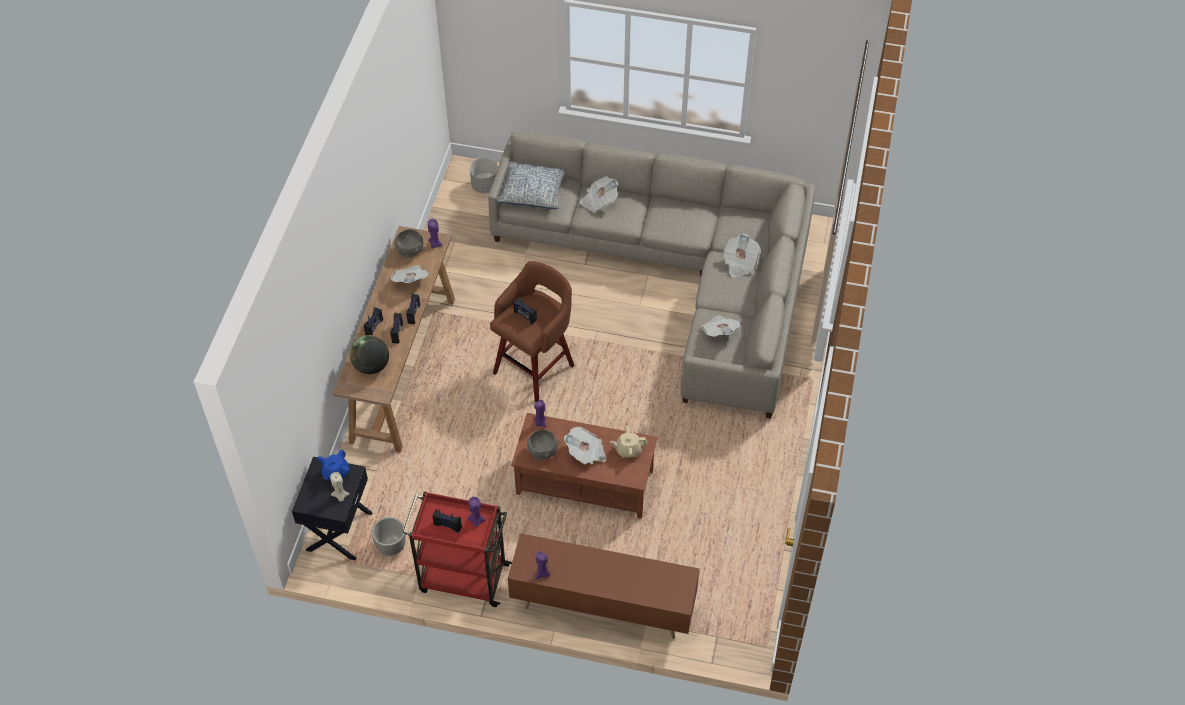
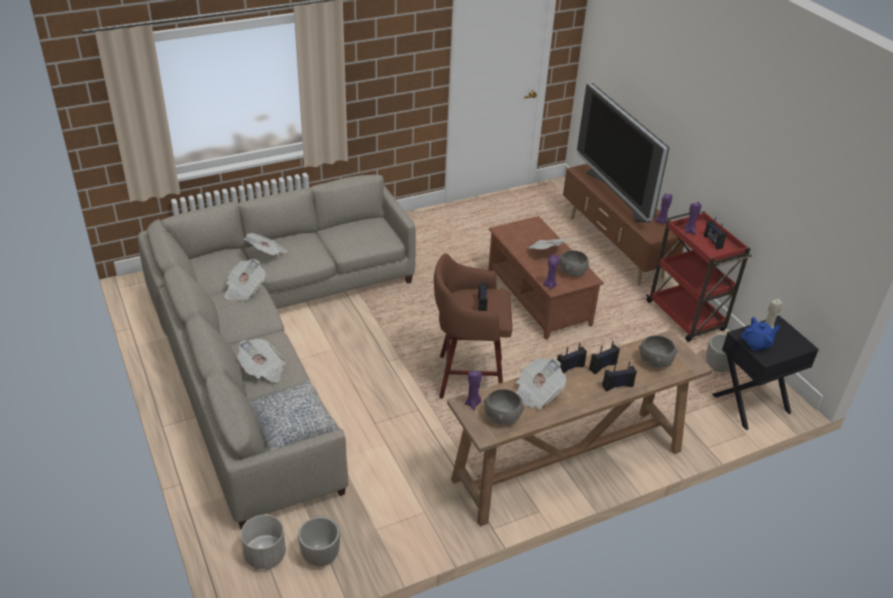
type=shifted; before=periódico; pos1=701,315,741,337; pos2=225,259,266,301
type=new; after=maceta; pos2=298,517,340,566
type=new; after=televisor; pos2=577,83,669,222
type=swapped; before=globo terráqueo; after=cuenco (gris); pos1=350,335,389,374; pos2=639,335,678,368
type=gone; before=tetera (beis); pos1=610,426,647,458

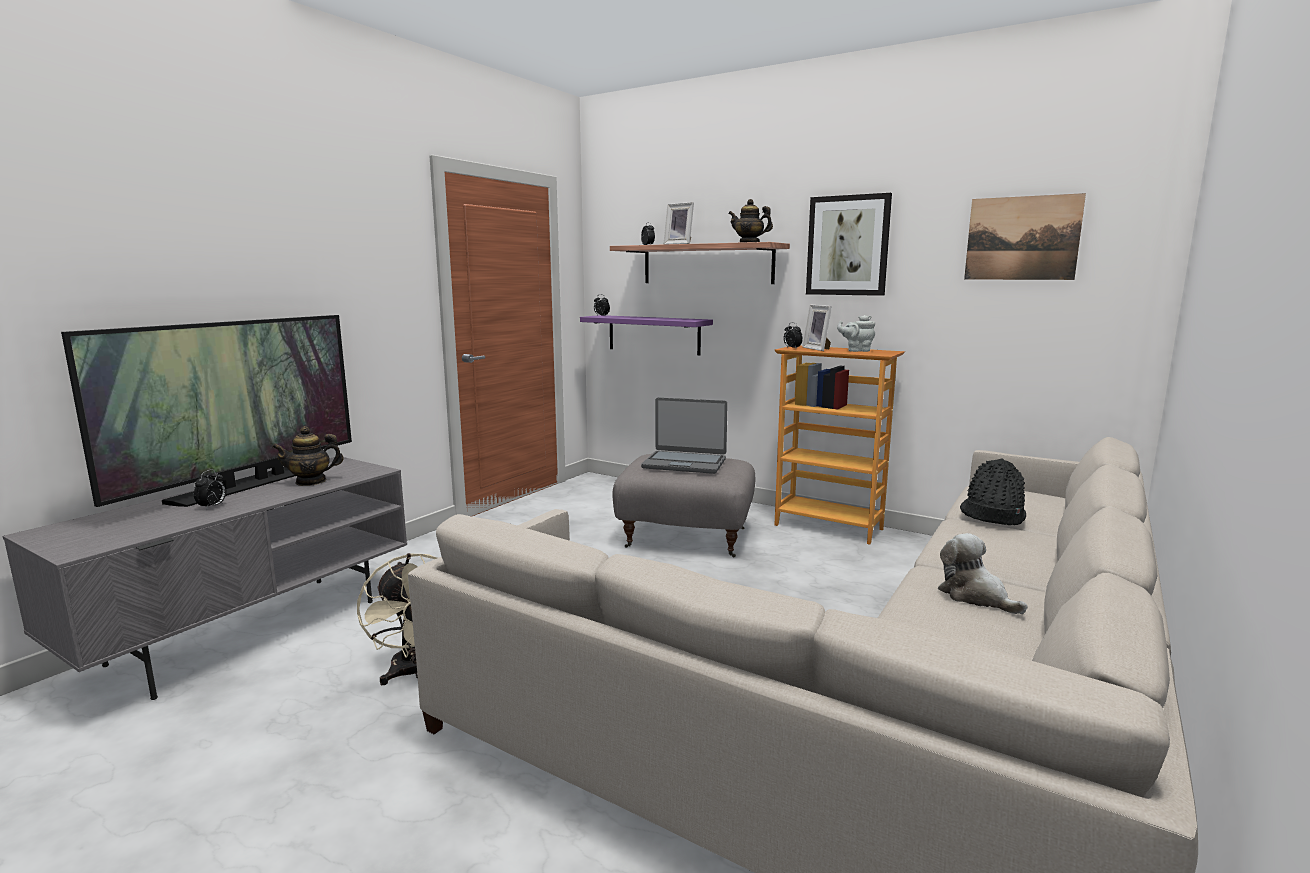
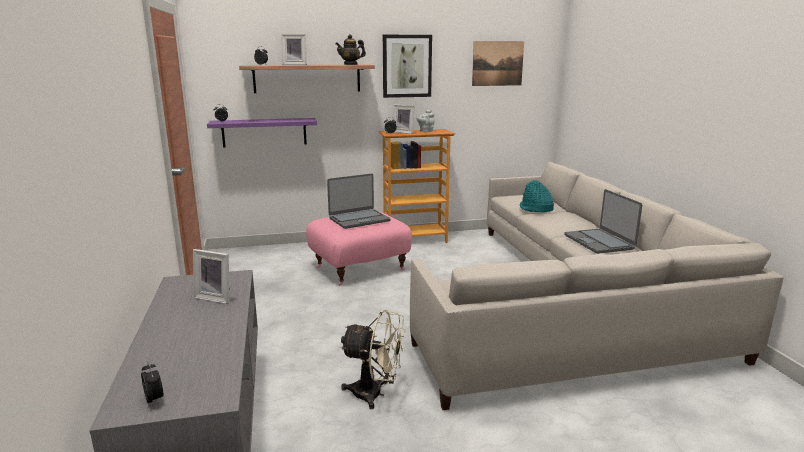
type=shifted; before=despertador; pos1=194,469,226,510; pos2=141,362,164,405
type=swapped; before=tetera; after=portarretratos; pos1=272,426,344,486; pos2=193,249,230,304
type=repainted; before=puf (gris); after=puf (rosa); pos1=612,454,755,557; pos2=306,211,412,286
type=repainted; before=sombrero (negro); after=sombrero (turquesa); pos1=960,458,1026,525; pos2=520,180,554,212
type=swapped; before=peluche; after=portátil; pos1=938,533,1028,614; pos2=564,189,642,254
type=gone; before=televisor; pos1=61,315,352,507

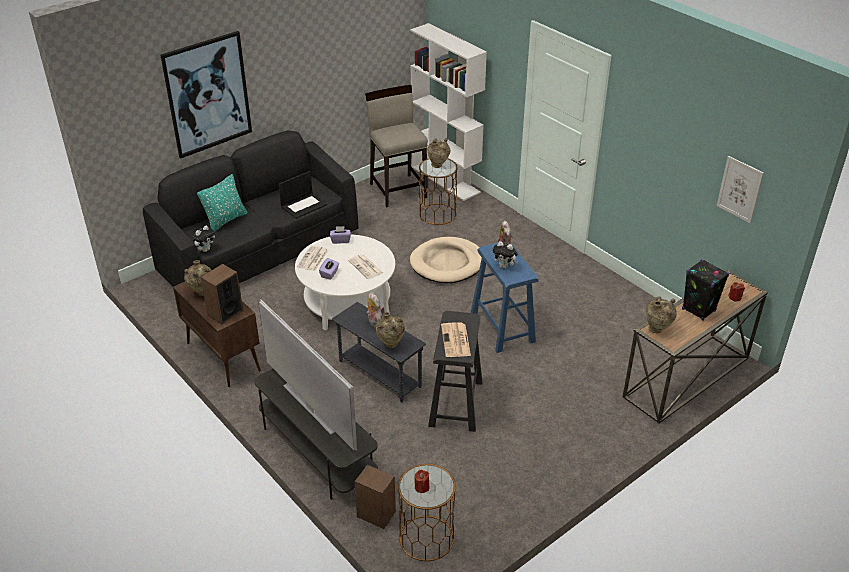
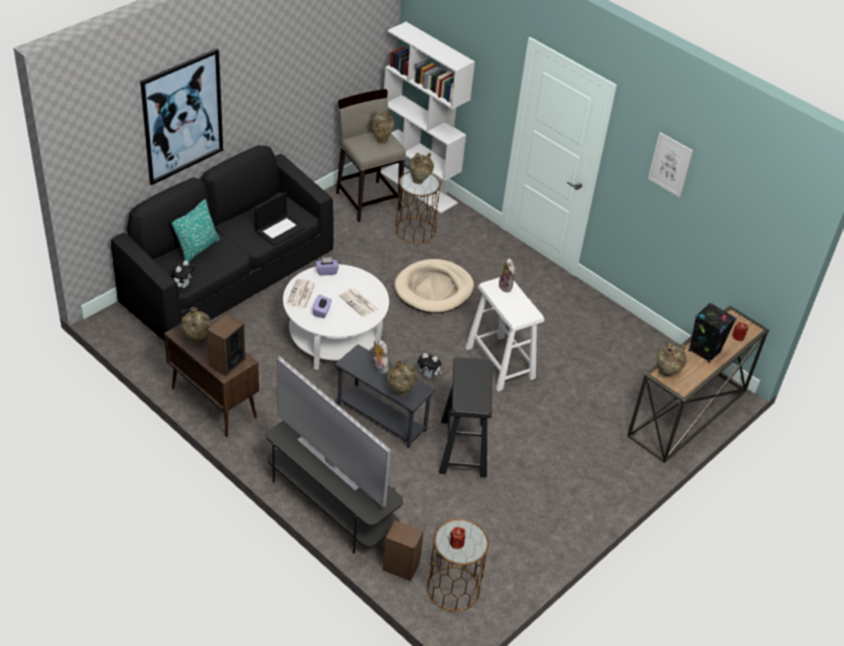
type=new; after=florero (beis); pos2=370,111,395,143
type=shifted; before=peluche; pos1=492,241,518,269; pos2=417,353,443,378
type=repainted; before=taburete (azul); after=taburete (blanco); pos1=471,243,539,353; pos2=465,277,544,391
type=shifted; before=cuadro; pos1=717,156,764,223; pos2=648,132,693,197
type=gone; before=periódico; pos1=441,322,471,357

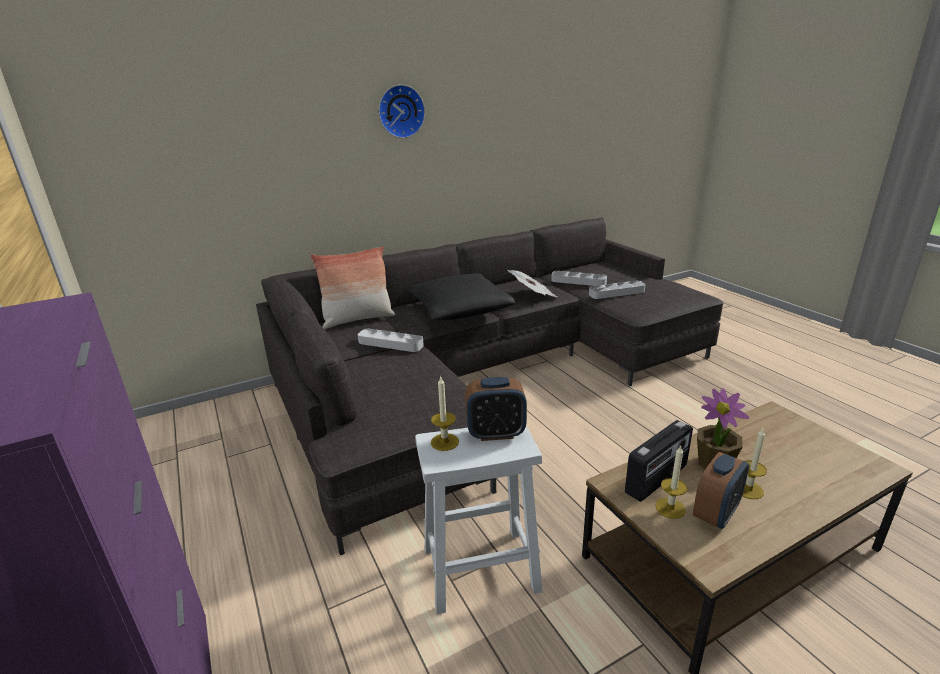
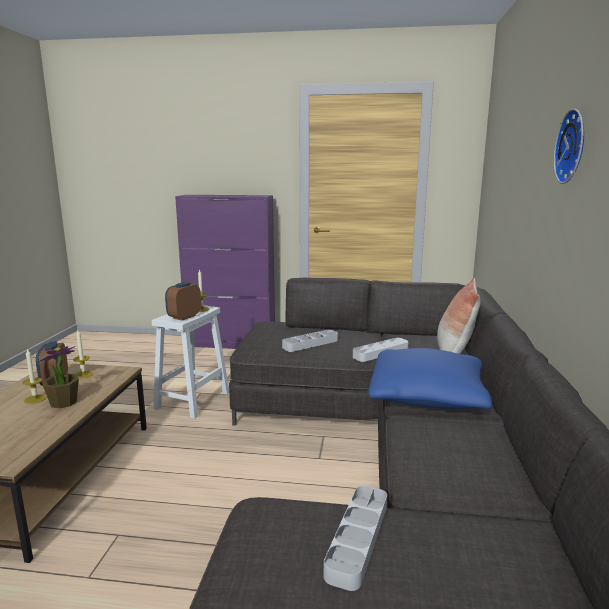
type=shifted; before=bandeja (gris); pos1=551,271,607,286; pos2=282,330,338,352
type=repainted; before=cojín (negro); after=cojín (azul); pos1=408,273,515,321; pos2=368,348,492,409
type=gone; before=periódico; pos1=507,270,557,297
type=gone; before=radio; pos1=625,420,693,502

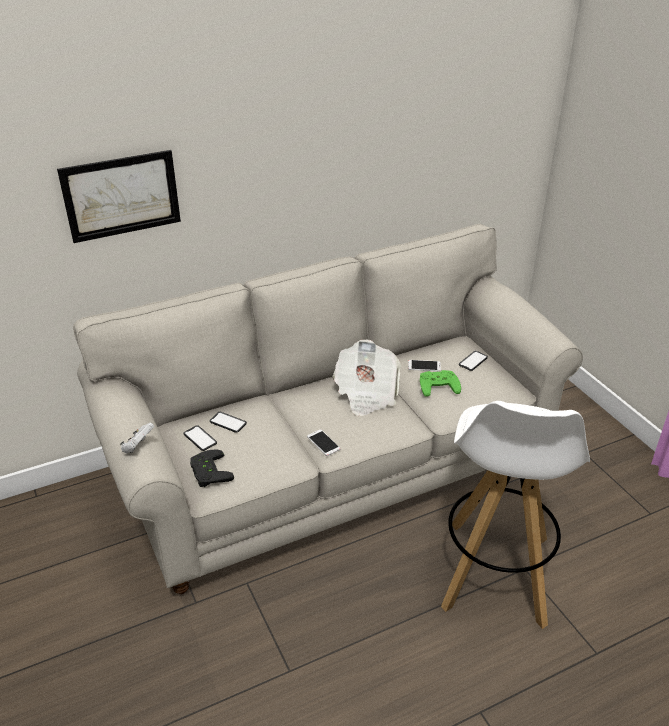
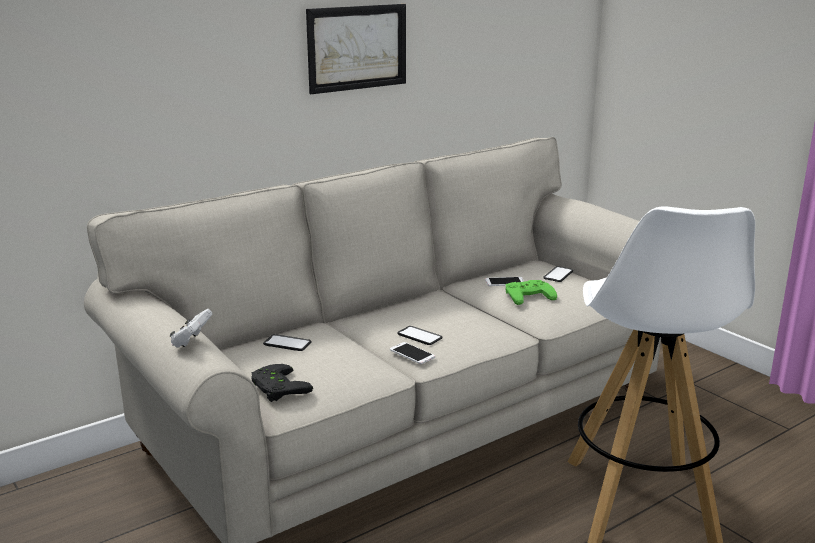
type=shifted; before=cuadro; pos1=57,150,181,243; pos2=306,4,406,94
type=shifted; before=móvil; pos1=184,425,217,451; pos2=397,326,442,345
type=gone; before=periódico; pos1=333,339,401,416

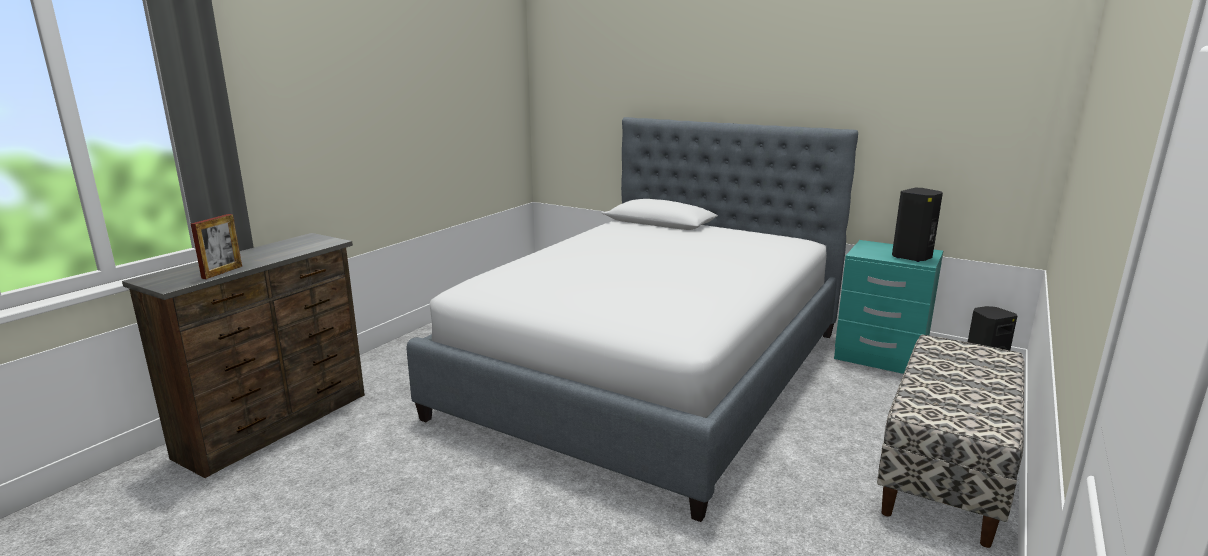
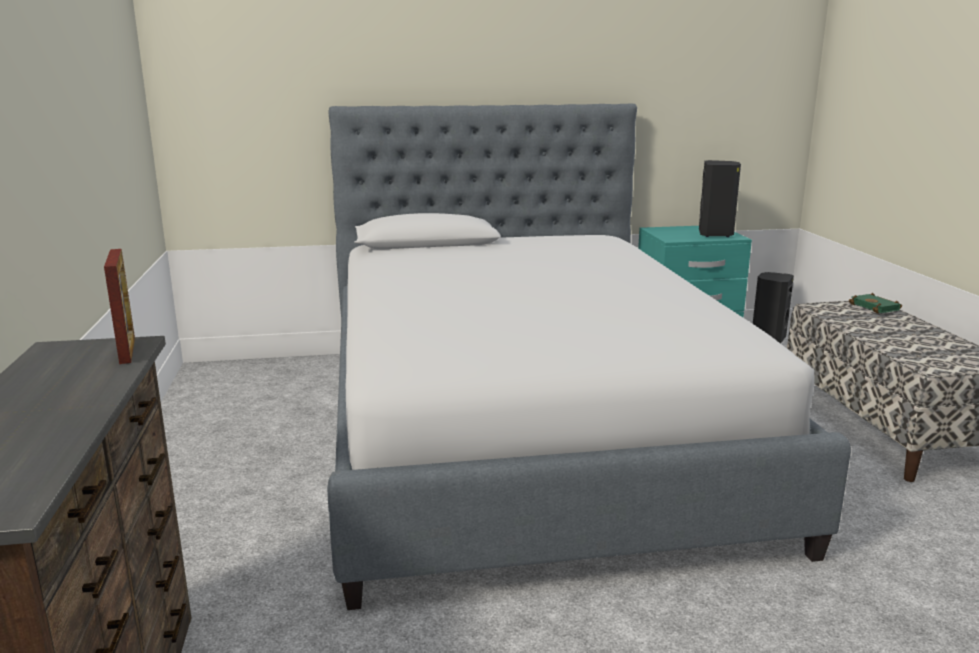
type=shifted; before=portarretratos; pos1=191,214,242,279; pos2=104,249,135,364
type=new; after=libro (verde); pos2=849,293,902,314

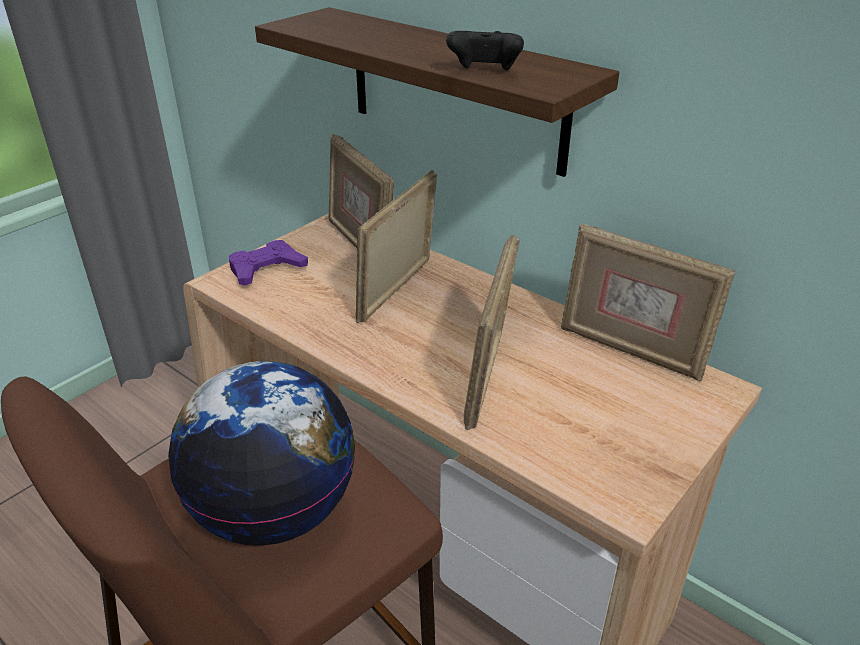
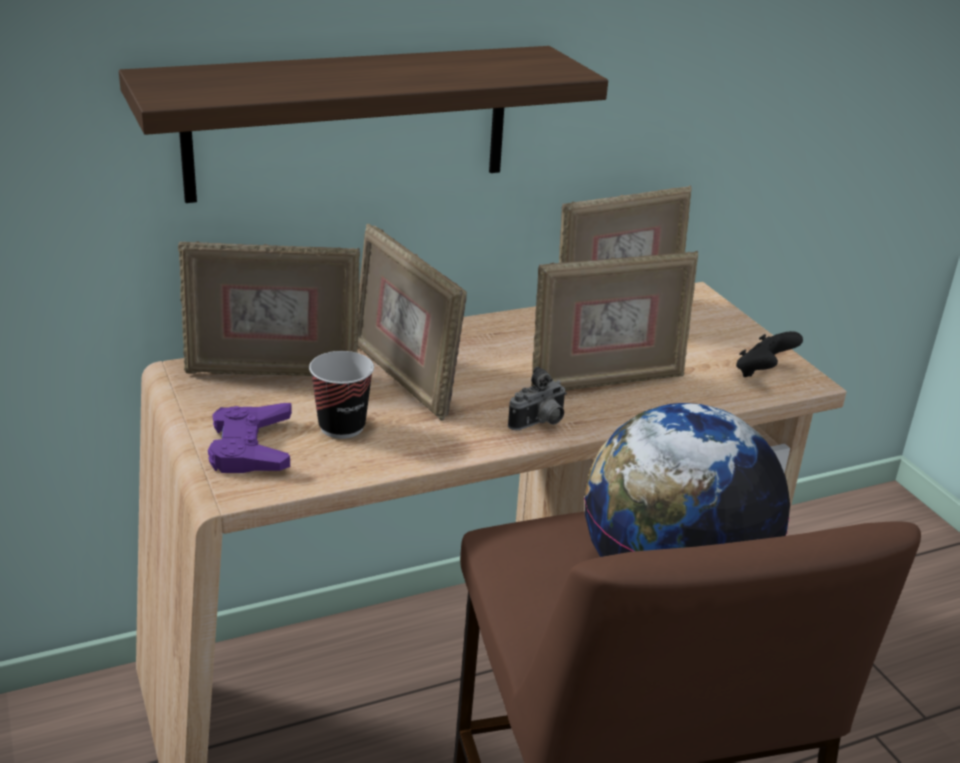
type=new; after=taza; pos2=309,351,374,439
type=new; after=cámara; pos2=508,366,566,430
type=rotated; before=portarretratos; pos1=464,235,520,430; pos2=531,251,698,391; turn=-60
type=shifted; before=mando de consola (negro); pos1=446,31,524,70; pos2=736,331,803,377

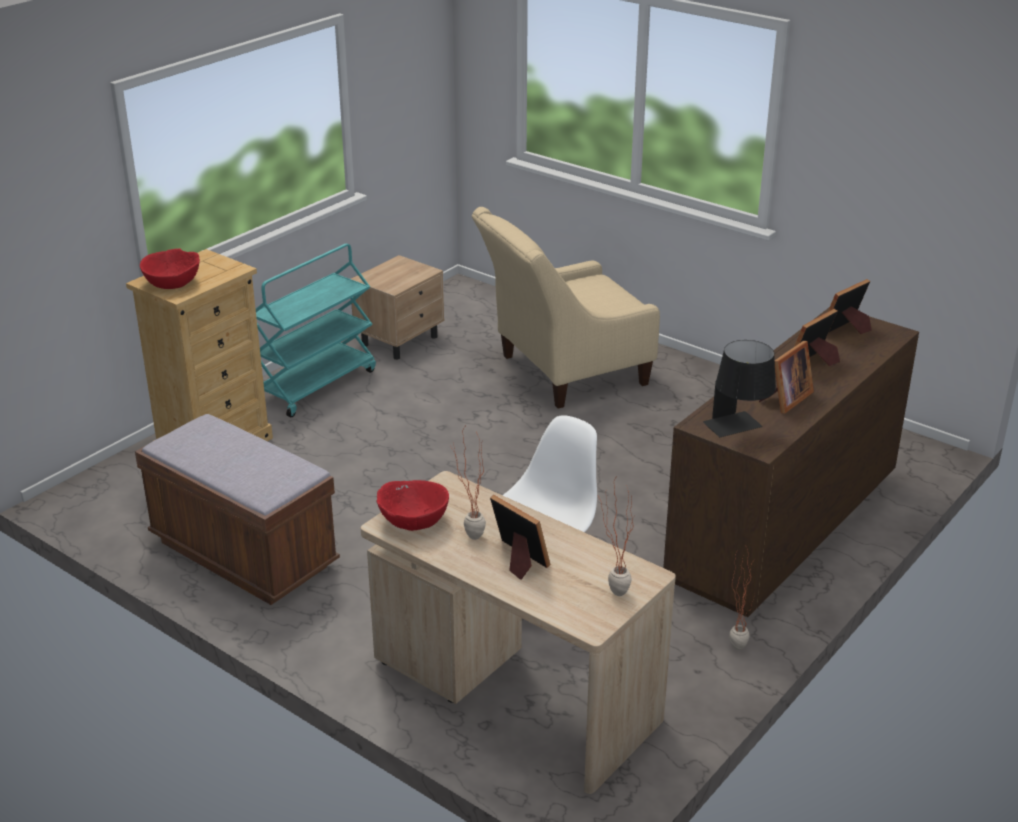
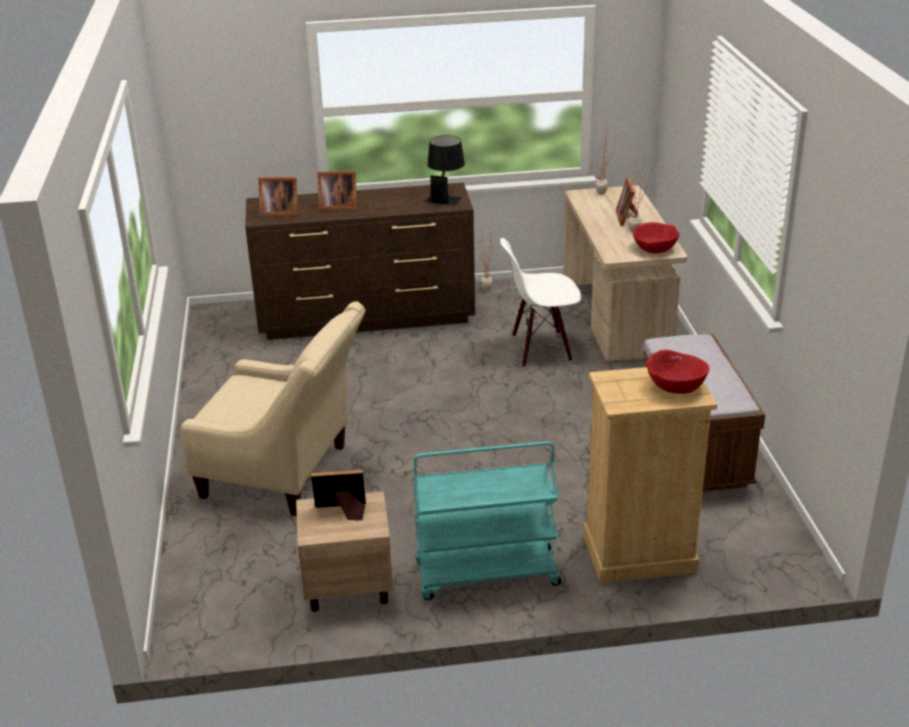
type=shifted; before=portarretratos; pos1=759,341,814,414; pos2=311,470,366,520

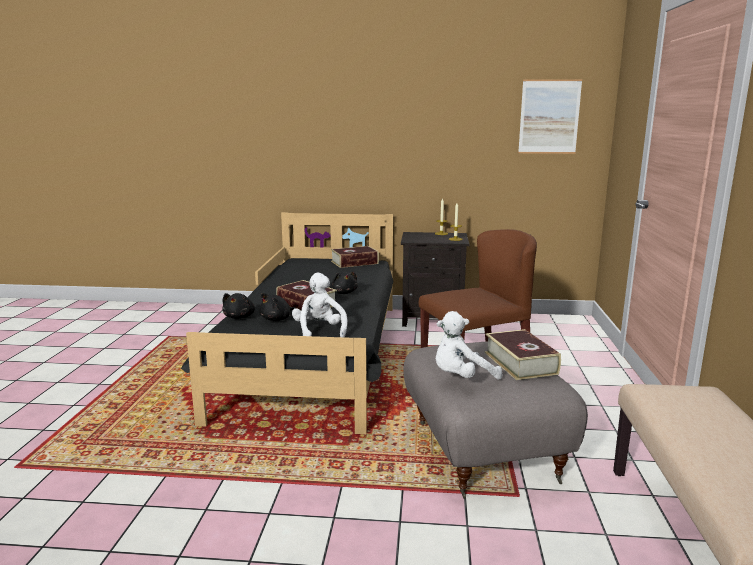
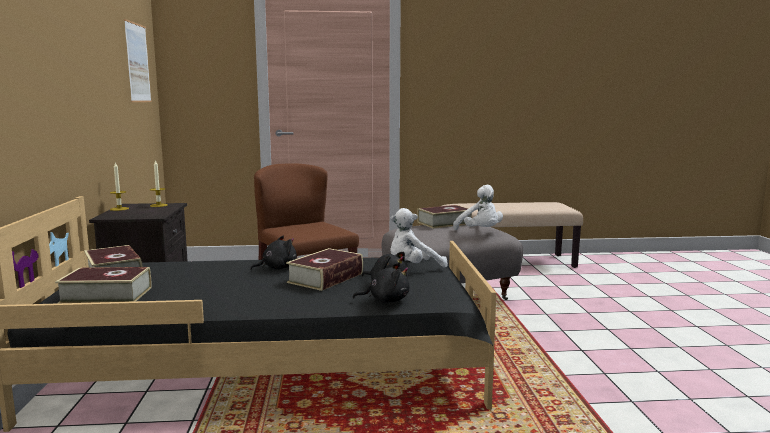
type=new; after=libro; pos2=55,267,152,303

